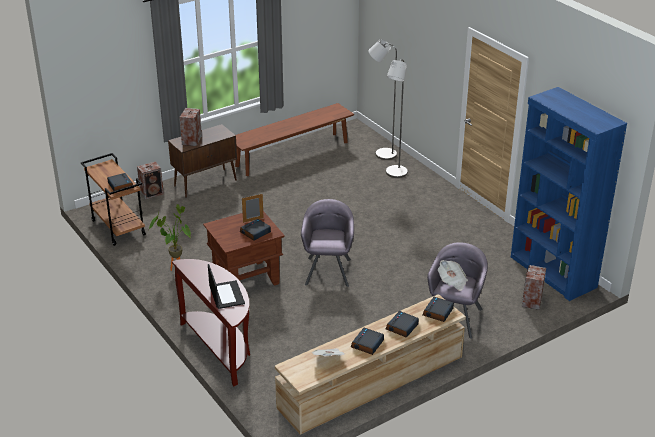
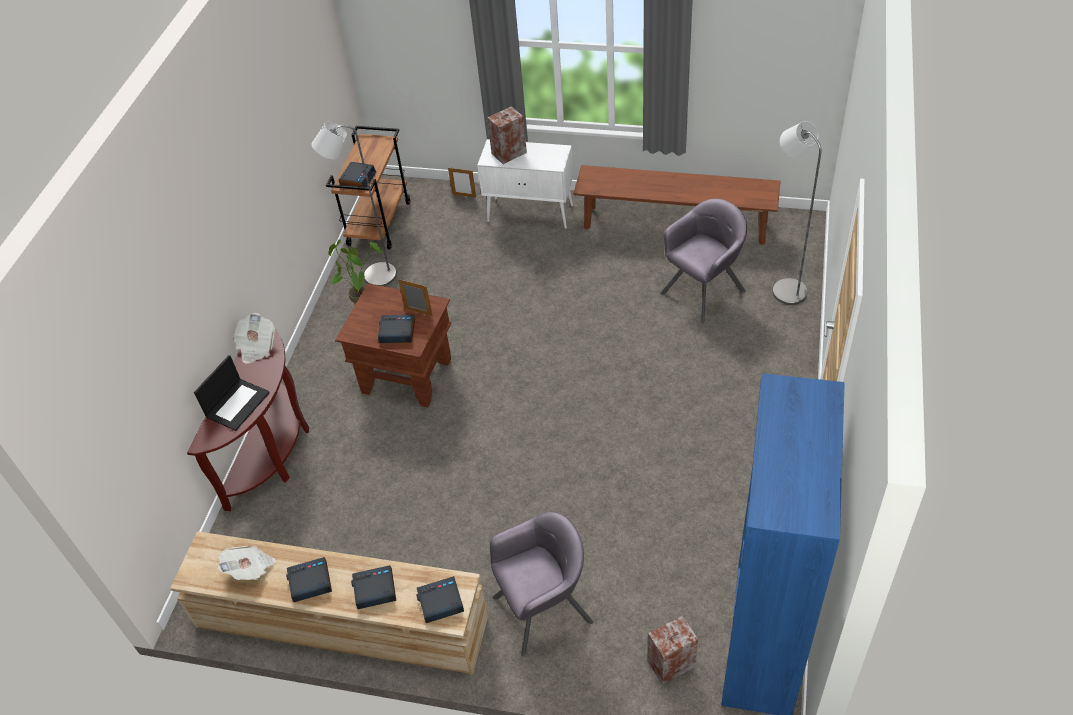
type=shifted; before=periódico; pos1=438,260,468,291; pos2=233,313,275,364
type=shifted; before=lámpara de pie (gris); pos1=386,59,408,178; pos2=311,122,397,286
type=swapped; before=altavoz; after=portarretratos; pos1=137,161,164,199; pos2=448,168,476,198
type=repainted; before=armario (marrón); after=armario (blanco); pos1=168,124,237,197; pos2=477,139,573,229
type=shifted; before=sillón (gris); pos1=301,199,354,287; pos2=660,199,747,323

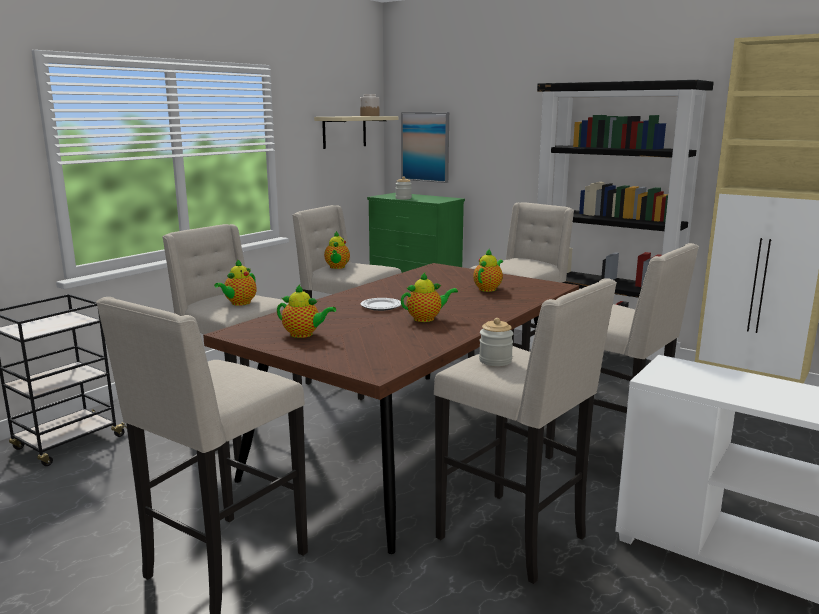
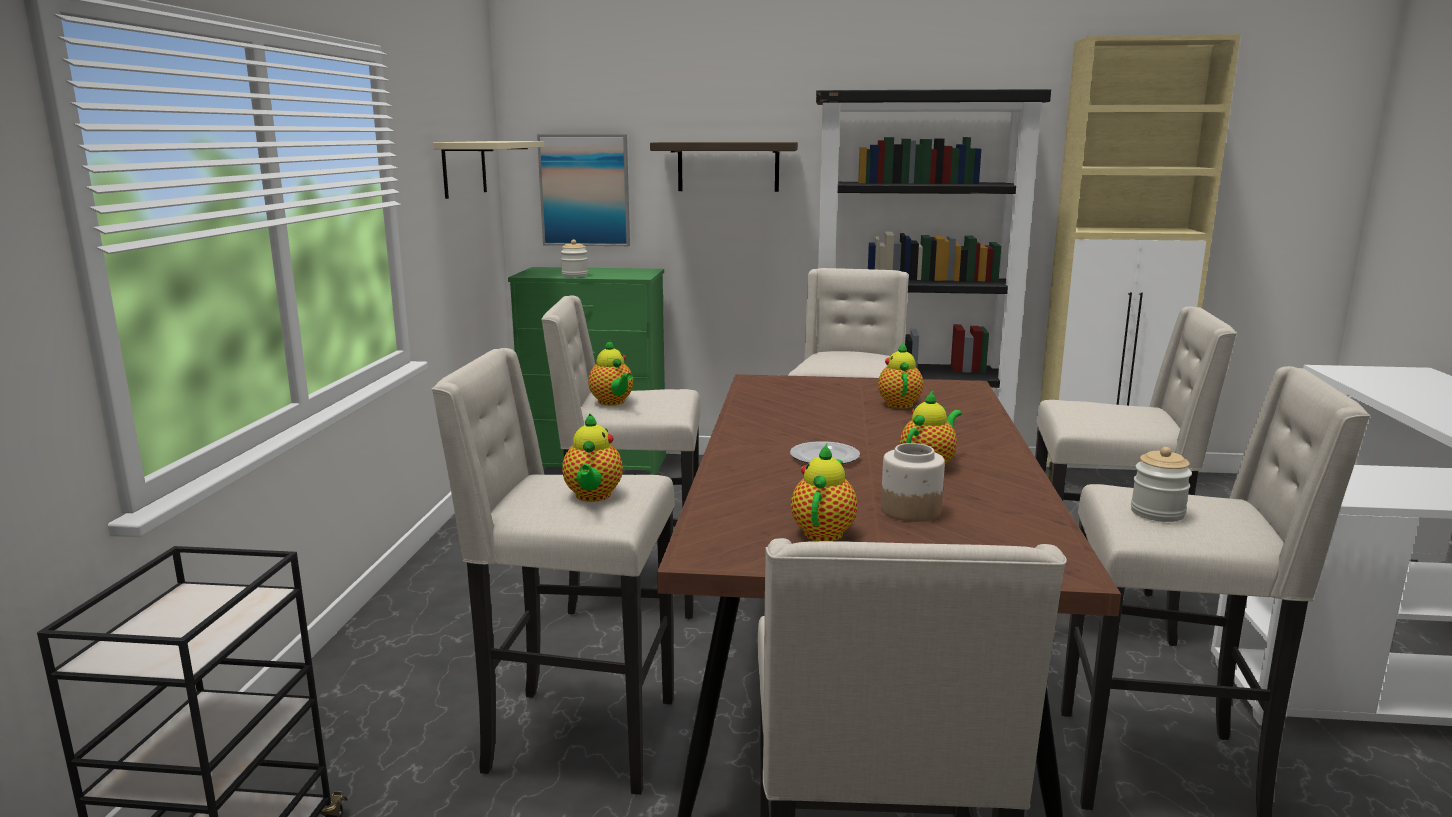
type=new; after=estante; pos2=650,142,798,192
type=rotated; before=tetera; pos1=277,285,336,338; pos2=791,444,857,541; turn=-60
type=shifted; before=tarro; pos1=360,94,380,116; pos2=881,443,945,522

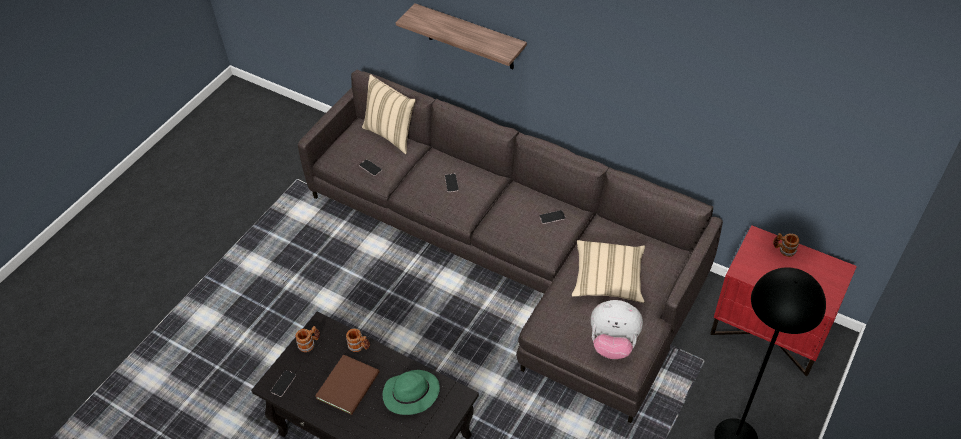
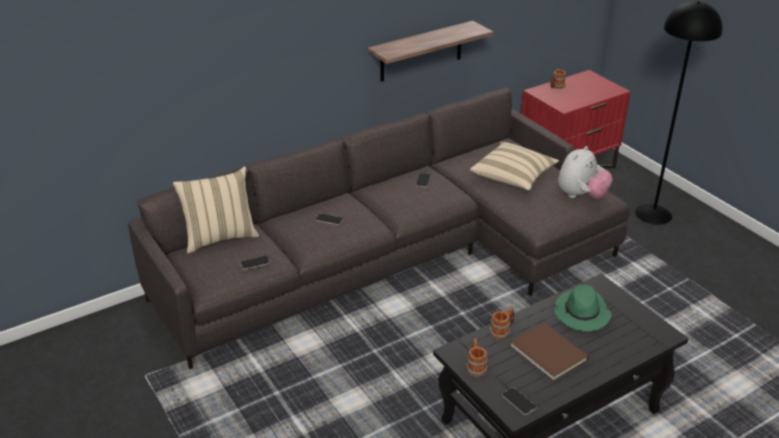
type=shifted; before=estante; pos1=396,3,527,69; pos2=368,21,494,81

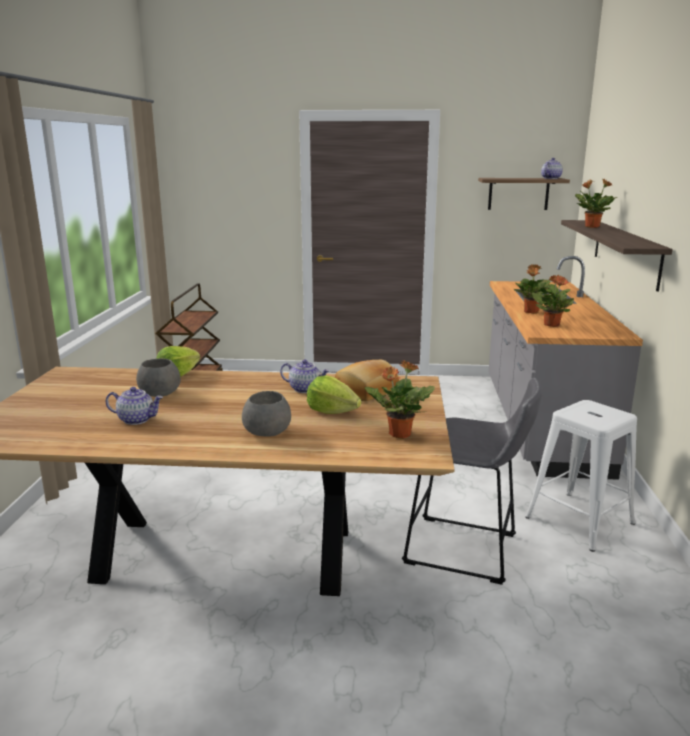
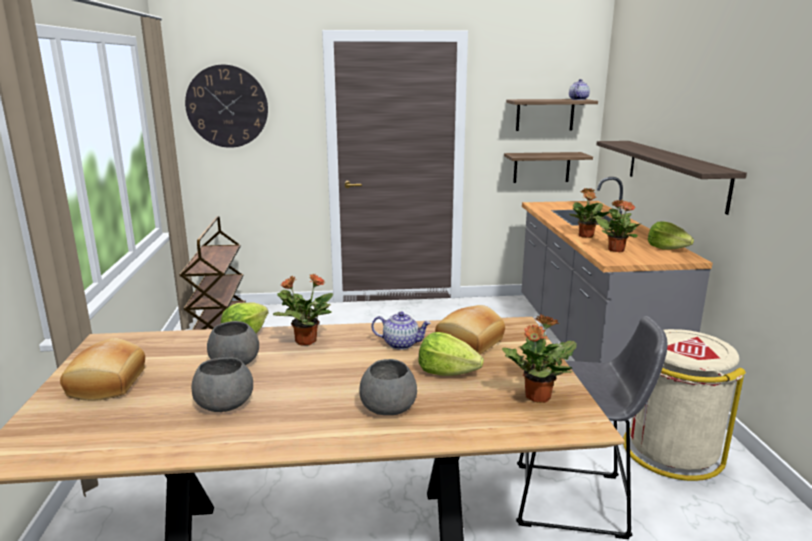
type=new; after=pan; pos2=60,338,145,401
type=new; after=reloj de pared; pos2=185,65,268,148
type=swapped; before=tetera; after=cuenco (gris); pos1=106,387,163,425; pos2=192,357,253,412
type=shifted; before=planta en maceta; pos1=575,179,617,228; pos2=272,274,333,346
type=new; after=estante; pos2=504,152,593,183
type=swapped; before=taburete (blanco); after=papelera (beis); pos1=525,400,637,552; pos2=623,329,746,481
type=new; after=lechuga; pos2=648,221,694,250

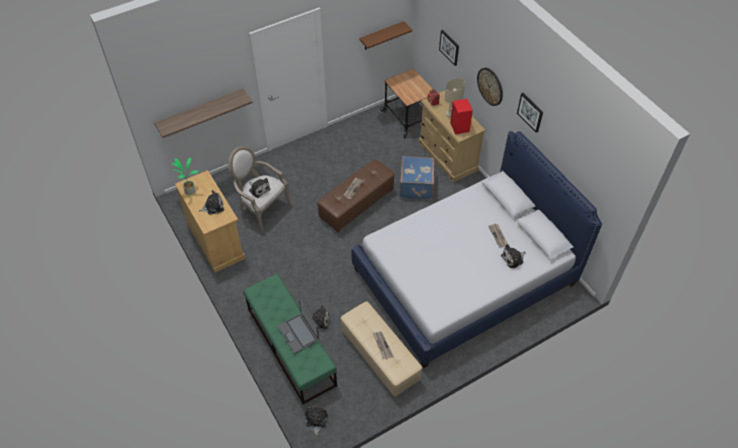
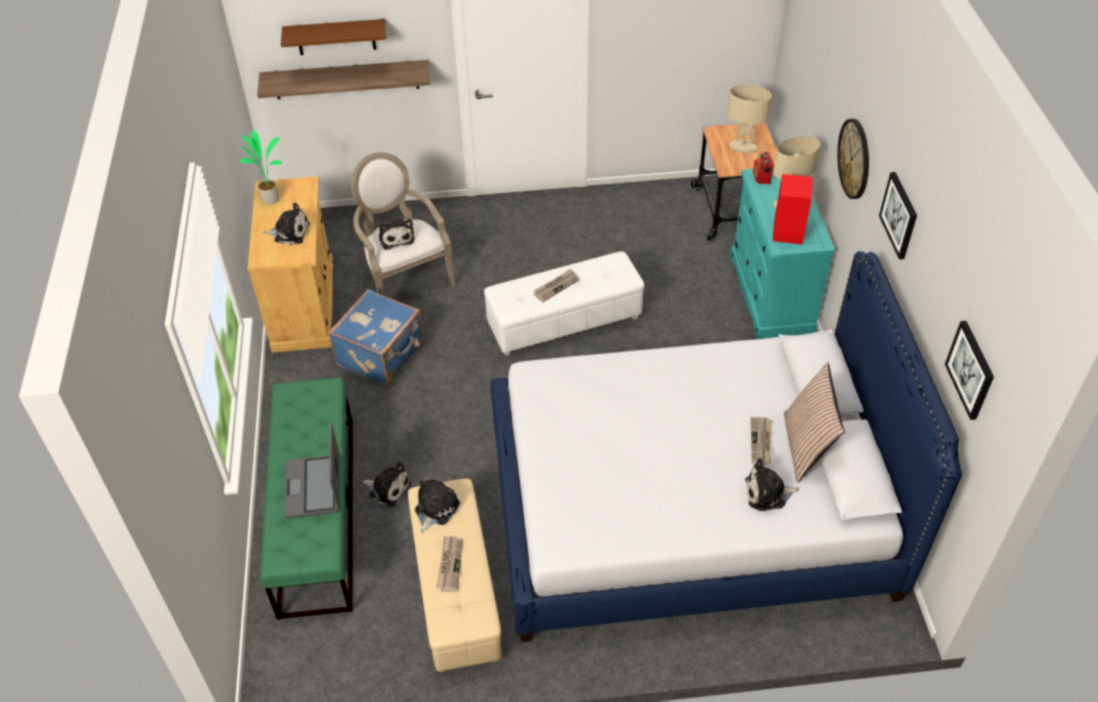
type=shifted; before=estante (marrón); pos1=359,21,412,50; pos2=281,19,386,55
type=shifted; before=maleta (azul); pos1=400,156,436,200; pos2=328,289,424,385
type=shifted; before=peluche; pos1=305,406,328,436; pos2=415,479,460,534
type=repainted; before=puf (marrón); after=puf (blanco); pos1=317,159,395,232; pos2=484,251,644,356
type=new; after=lámpara de mesa (beis); pos2=727,85,772,153
type=repainted; before=cómoda (beis); after=cómoda (turquesa); pos1=419,91,486,182; pos2=730,167,835,339
type=new; after=cojín; pos2=784,362,845,483
type=shifted; before=cuadro; pos1=439,30,459,66; pos2=945,321,994,420

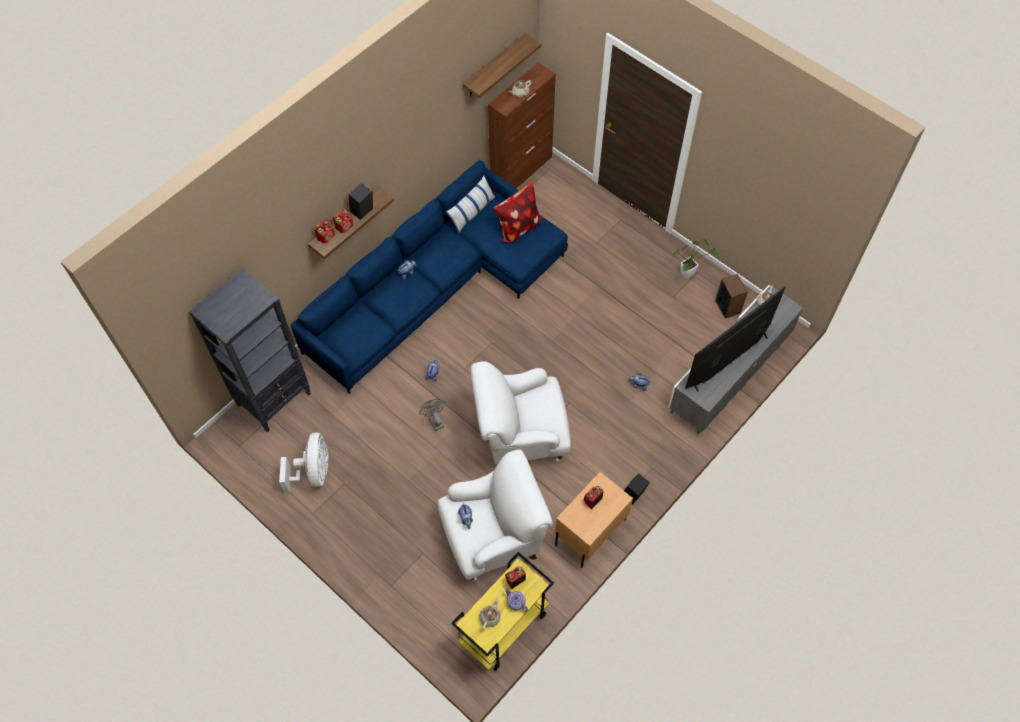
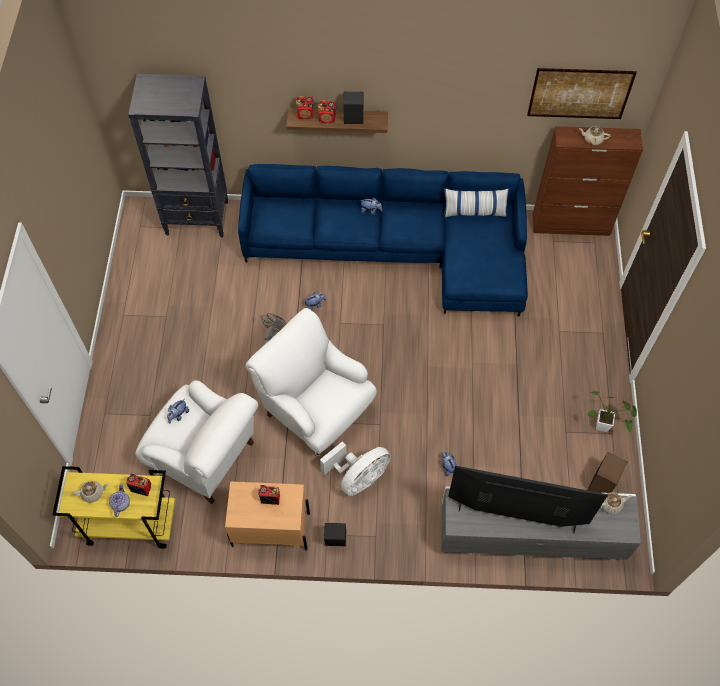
type=shifted; before=ventilador (blanco); pos1=279,432,329,493; pos2=320,441,391,496
type=swapped; before=estante; after=cuadro; pos1=463,33,542,98; pos2=527,68,637,119
type=gone; before=cojín; pos1=493,182,542,243

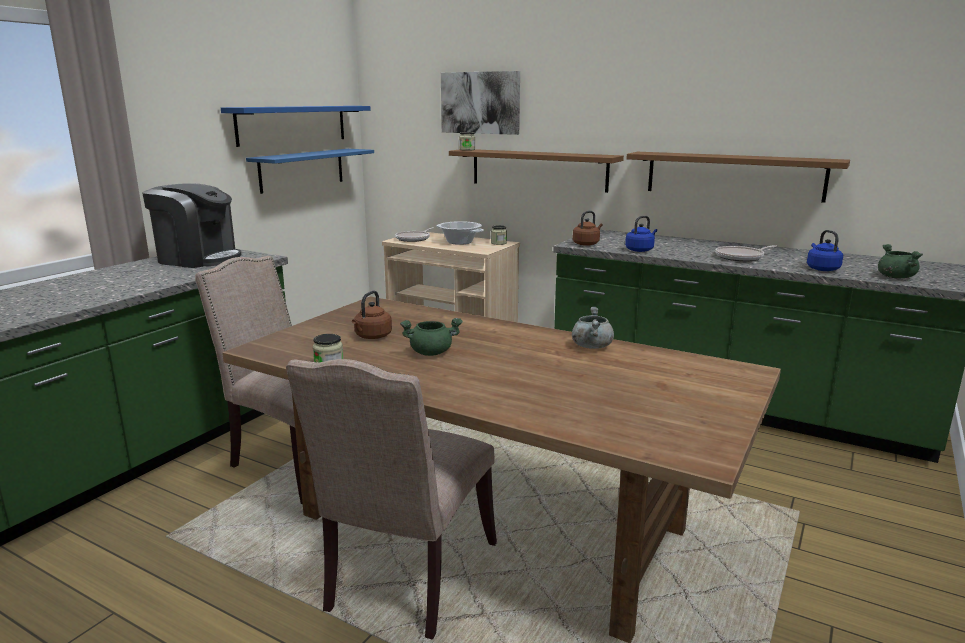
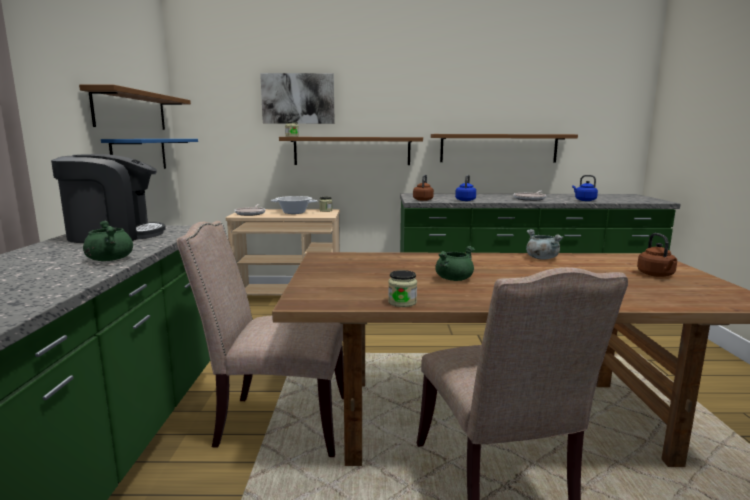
type=repainted; before=estante (azul); after=estante (marrón); pos1=221,106,371,147; pos2=79,84,191,130
type=shifted; before=olla (verde); pos1=878,244,923,278; pos2=83,221,133,261
type=shifted; before=hervidor (marrón); pos1=352,291,392,339; pos2=637,233,677,277

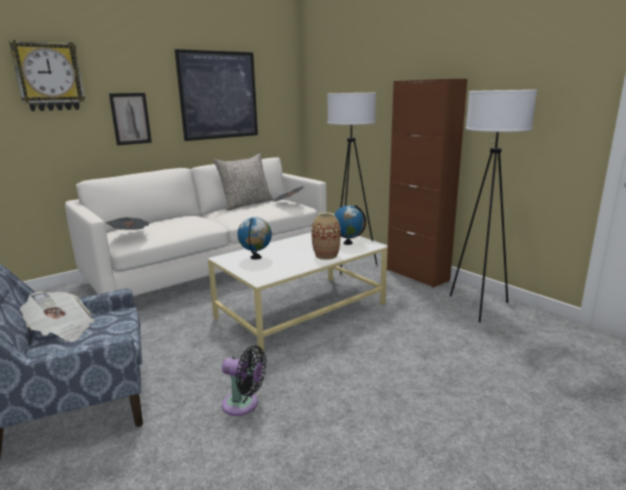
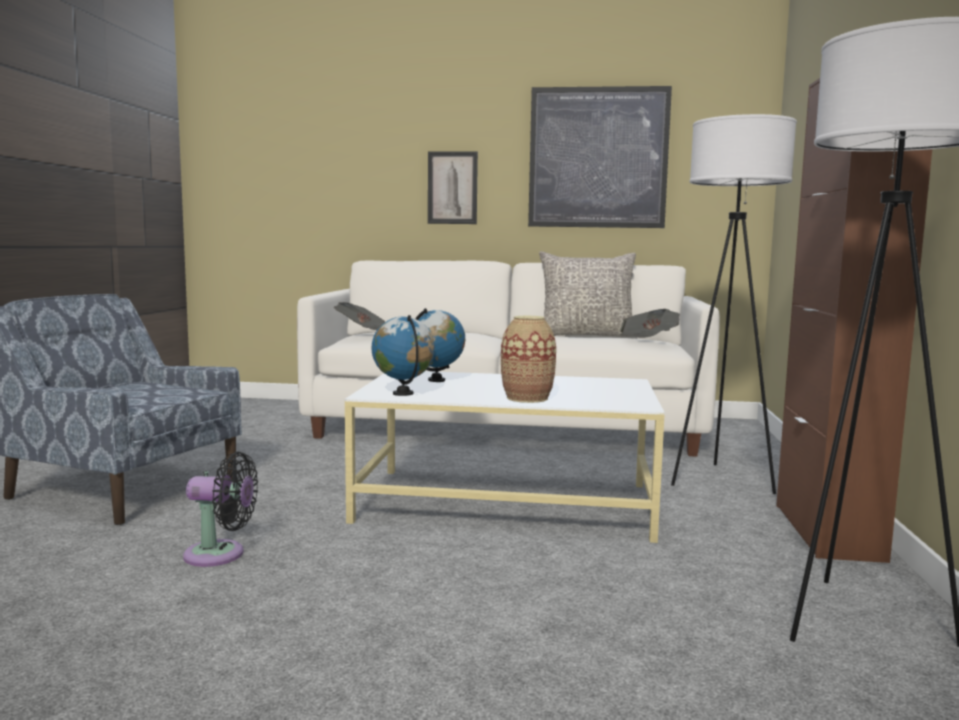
type=rotated; before=ventilador (negro); pos1=222,345,266,416; pos2=183,451,258,567; turn=-60
type=shifted; before=globo terráqueo; pos1=334,205,366,245; pos2=372,315,435,396
type=gone; before=reloj de pared; pos1=9,40,85,111
type=gone; before=periódico; pos1=20,292,95,341

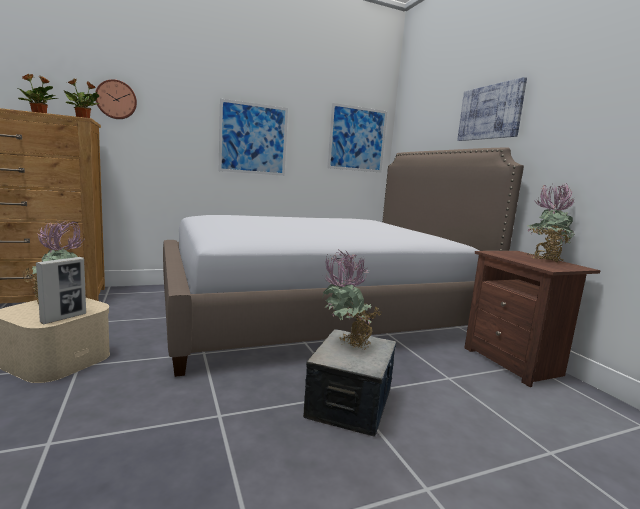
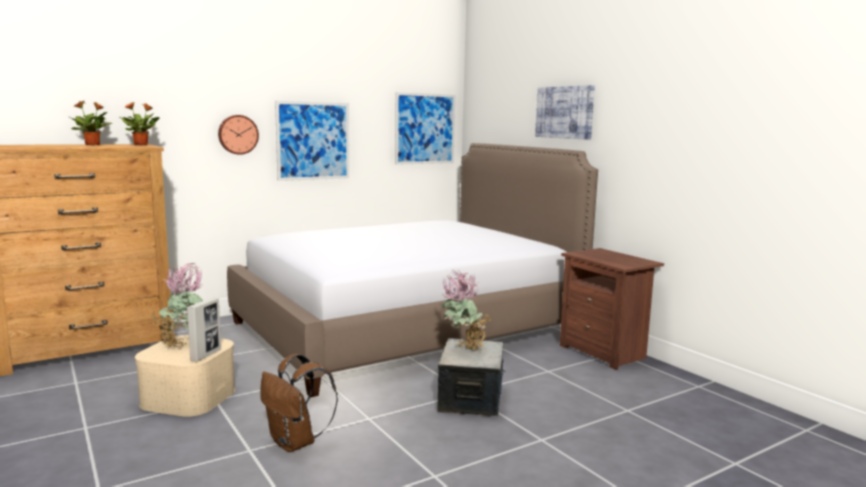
type=shifted; before=reloj de pared; pos1=95,79,137,119; pos2=218,115,259,155
type=new; after=mochila (marrón); pos2=260,354,338,452
type=gone; before=planta en maceta; pos1=527,183,577,263

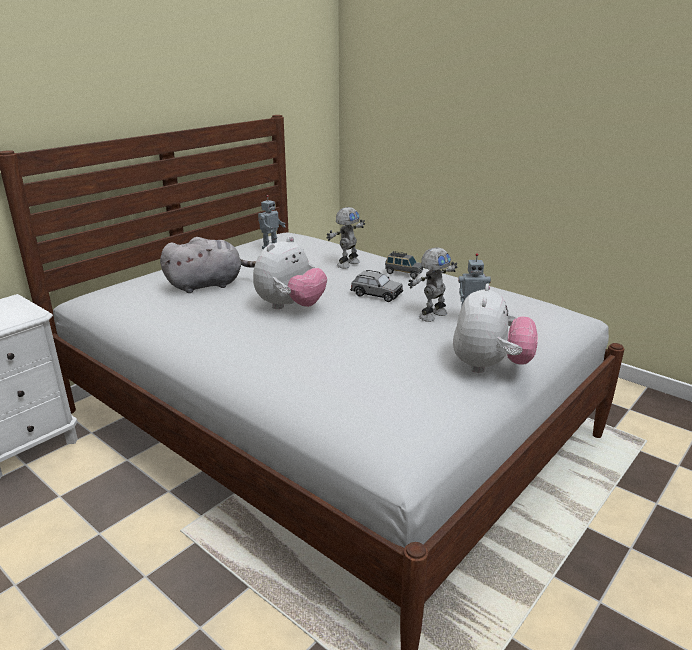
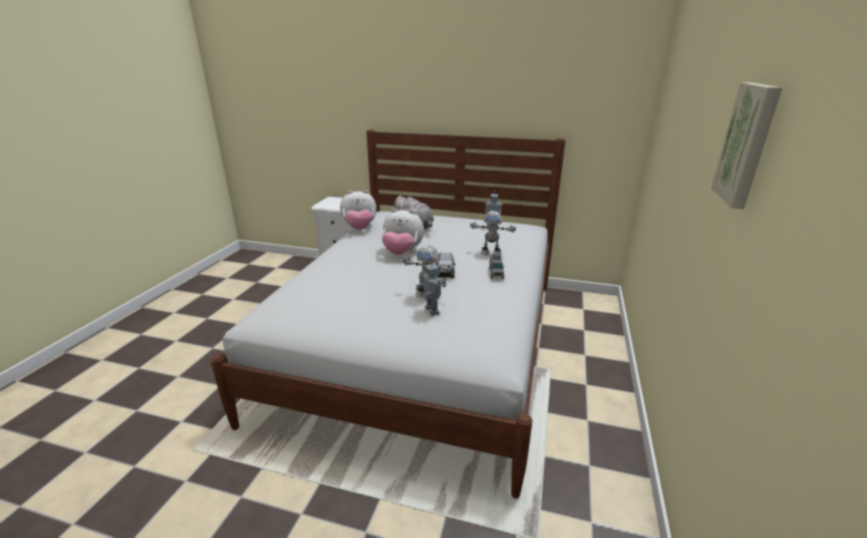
type=shifted; before=peluche; pos1=453,284,538,373; pos2=340,190,377,230
type=new; after=cuadro; pos2=711,82,782,209

